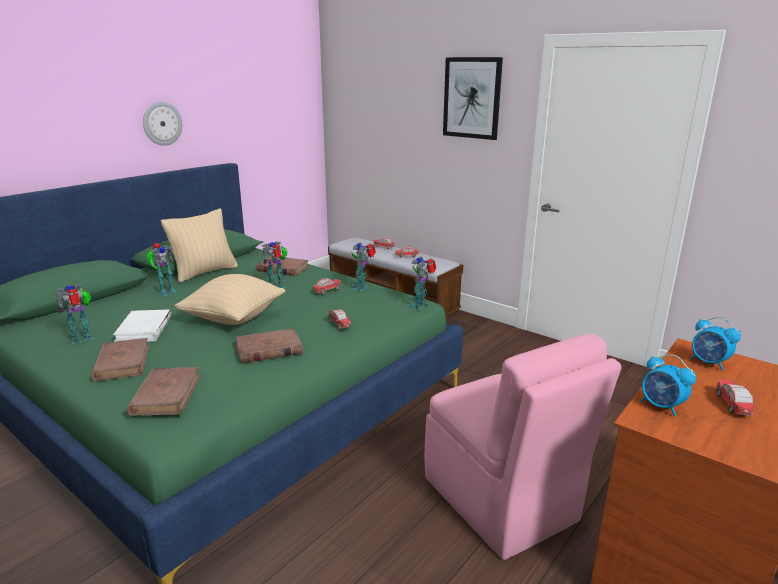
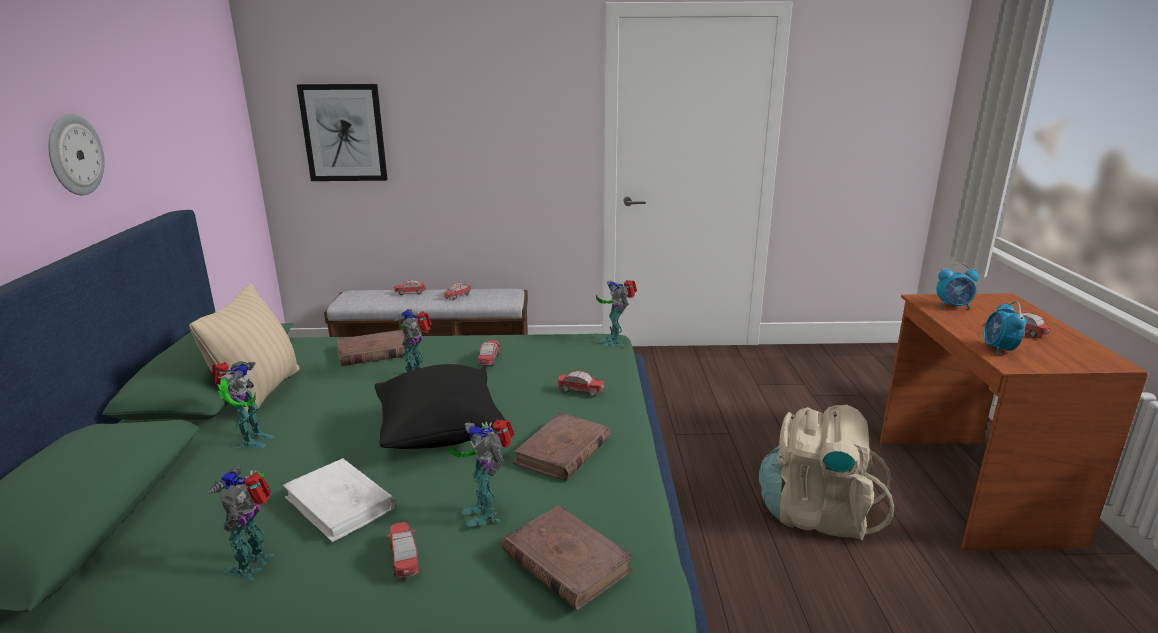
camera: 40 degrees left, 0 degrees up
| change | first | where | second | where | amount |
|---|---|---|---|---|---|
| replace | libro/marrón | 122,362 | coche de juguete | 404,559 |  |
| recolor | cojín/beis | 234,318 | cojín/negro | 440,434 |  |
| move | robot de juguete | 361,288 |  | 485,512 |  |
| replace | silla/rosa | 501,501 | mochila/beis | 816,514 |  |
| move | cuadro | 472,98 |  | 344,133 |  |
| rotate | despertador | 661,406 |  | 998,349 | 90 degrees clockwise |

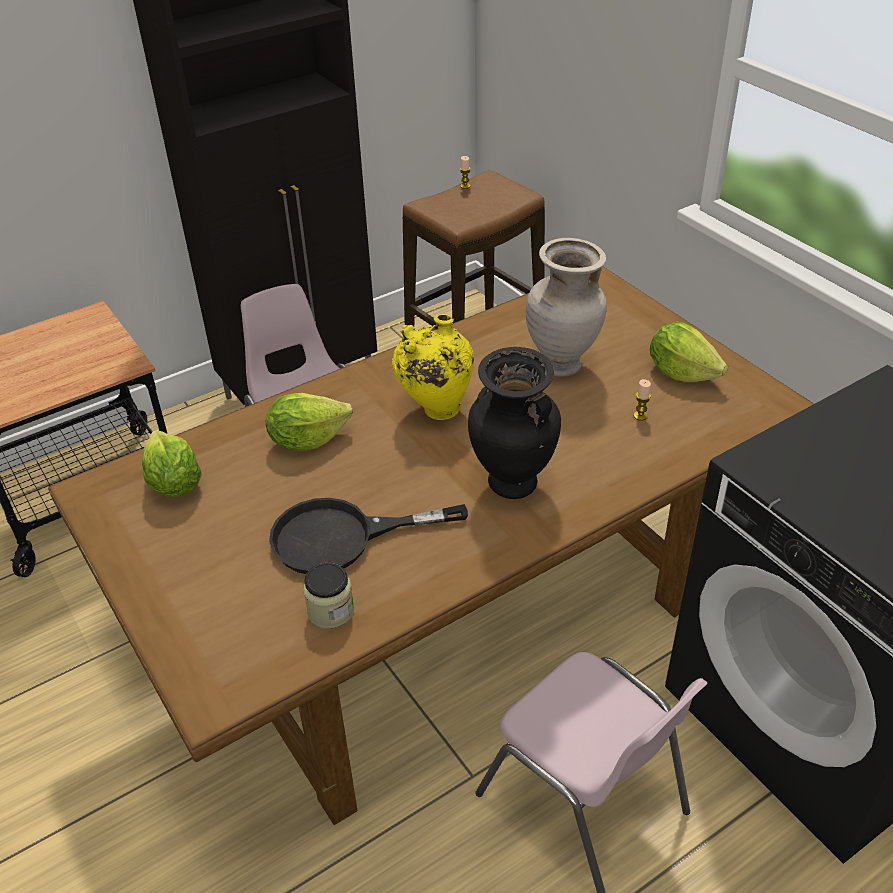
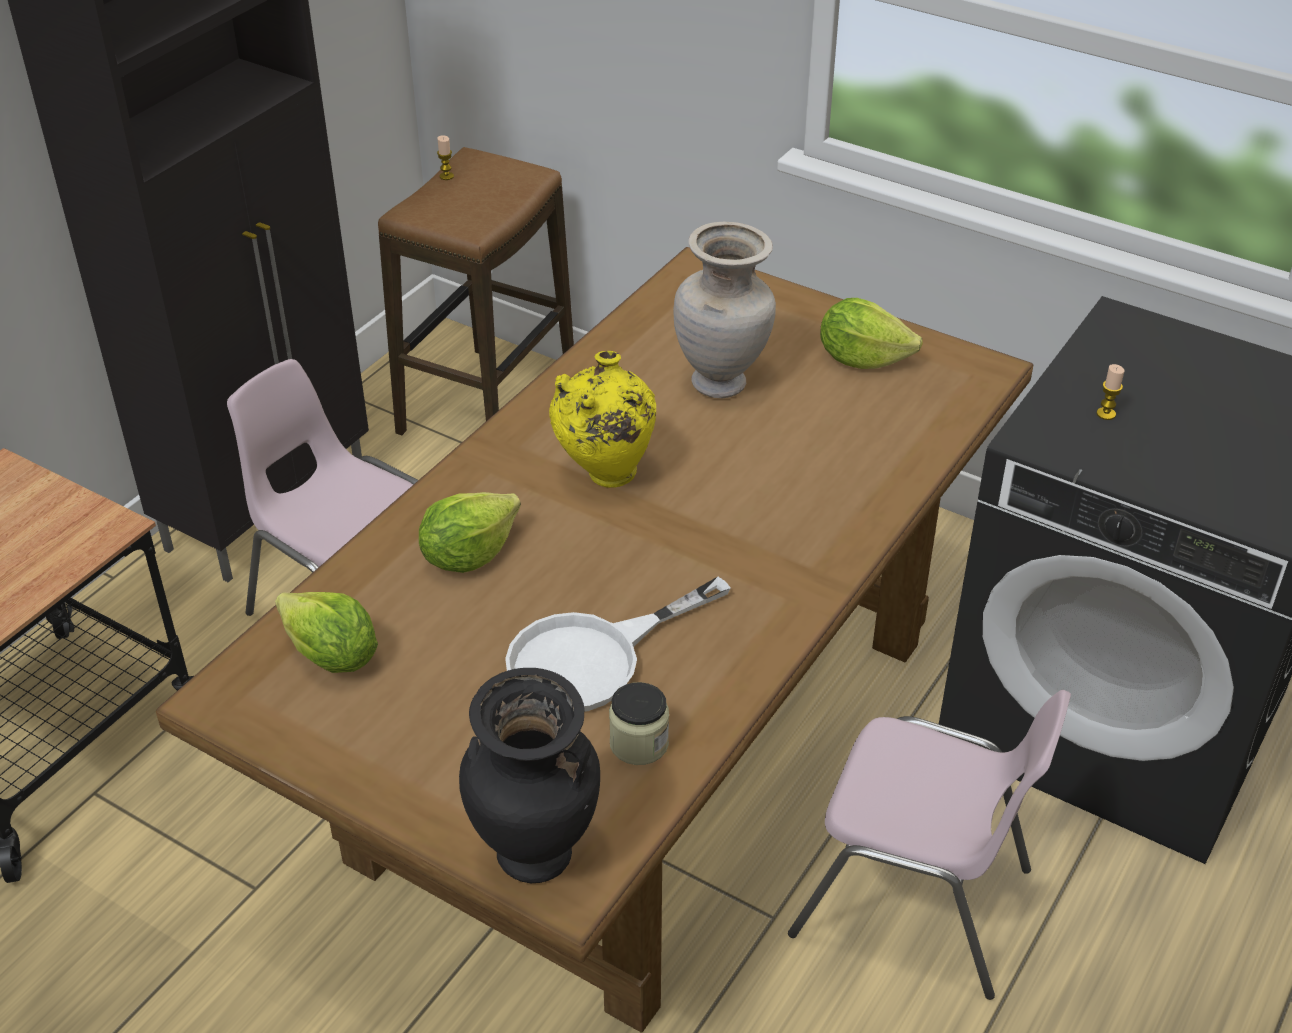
camera: 25 degrees left, 0 degrees up
| change | first | where | second | where | amount |
|---|---|---|---|---|---|
| recolor | sartén/negro | 342,537 | sartén/blanco | 594,657 |  |
| move | florero/negro | 511,485 |  | 534,858 |  |
| move | vela | 640,416 |  | 1106,414 |  |

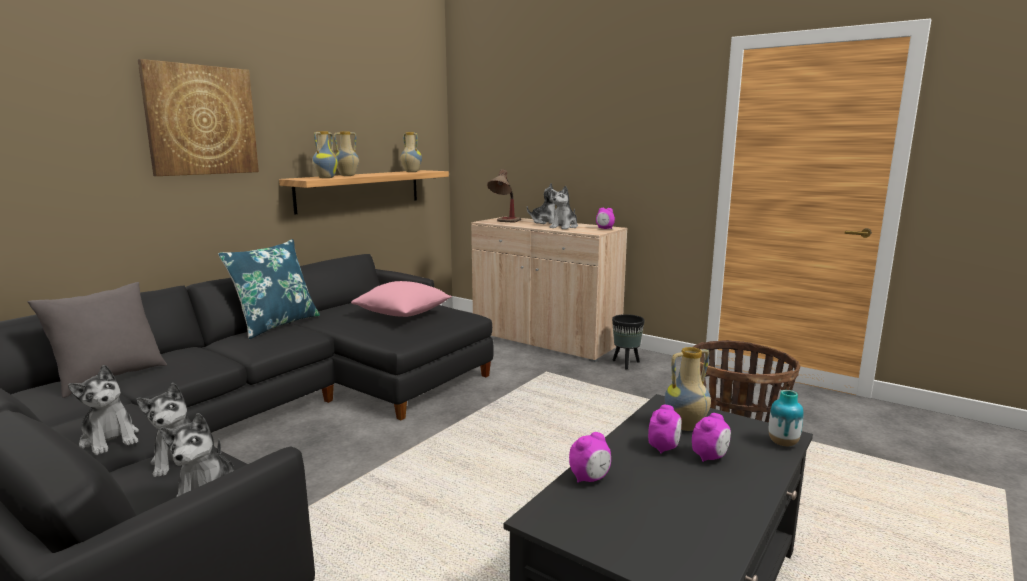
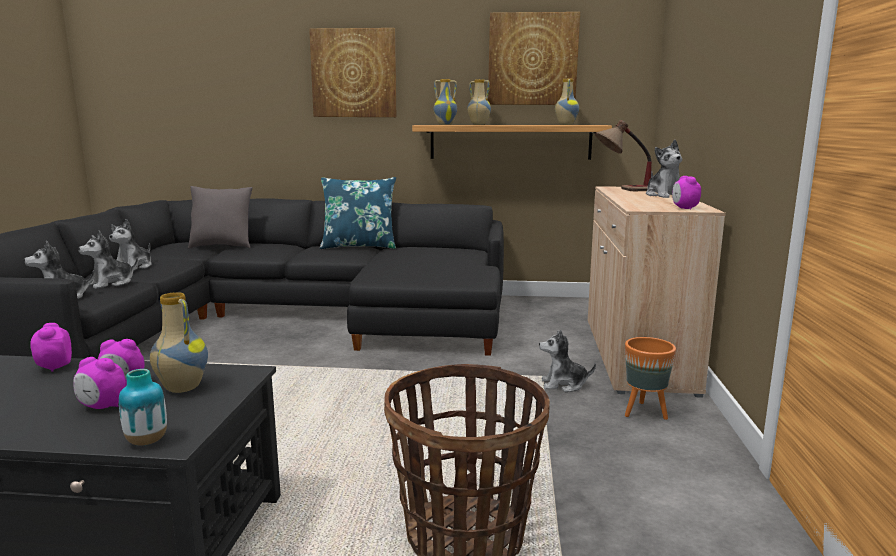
camera: 60 degrees right, 0 degrees up
| change | first | where | second | where | amount |
|---|---|---|---|---|---|
| delete | cojín/rosa | 403,314 |  |  |  |
| move | peluche | 564,227 |  | 563,385 |  |
| rotate | despertador | 590,479 |  | 54,367 | 45 degrees clockwise |
| recolor | maceta/negro | 625,364 | maceta/naranja | 644,412 |  |
| insert |  |  | cuadro | 532,59 |  |

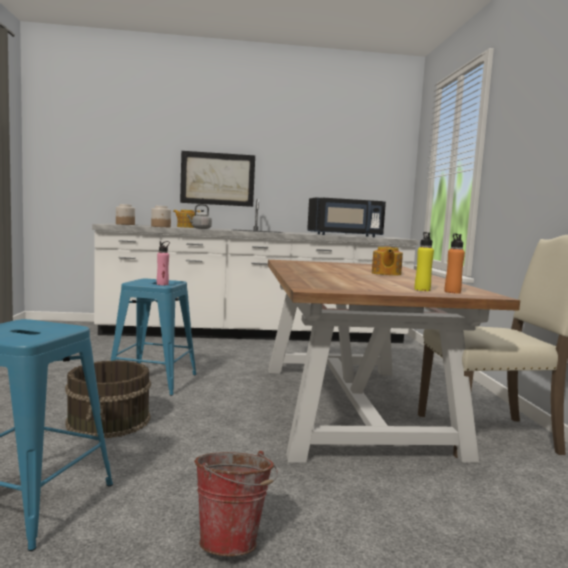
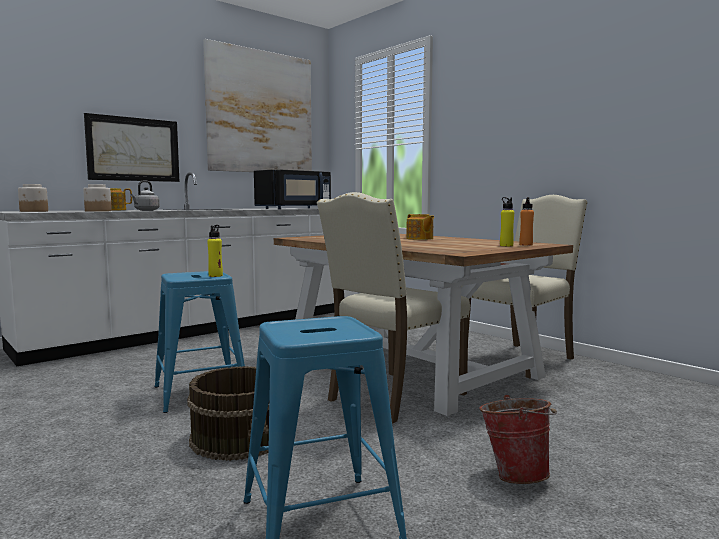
camera: 35 degrees left, 0 degrees up
| change | first | where | second | where | amount |
|---|---|---|---|---|---|
| recolor | botella/rosa | 162,284 | botella/amarillo | 215,276 |  |
| insert |  |  | cuadro | 260,112 |  |
| insert |  |  | silla/beis | 393,397 |  |

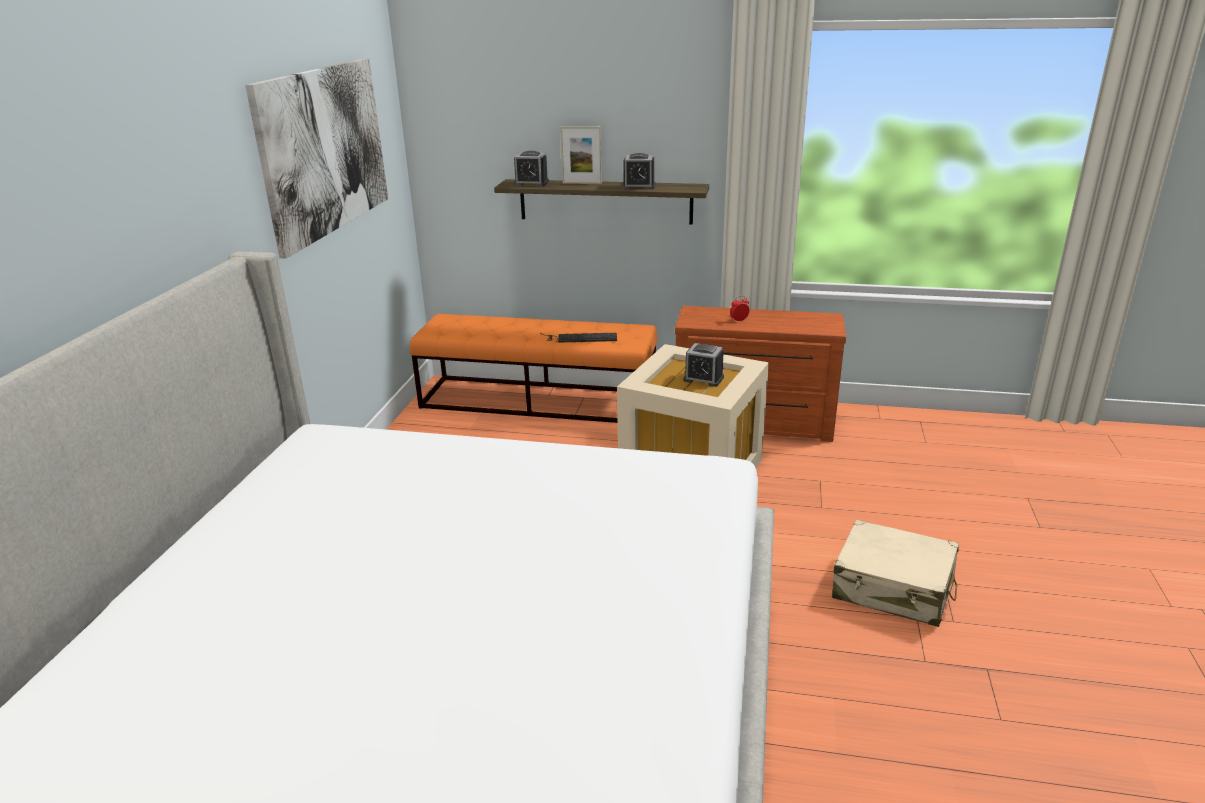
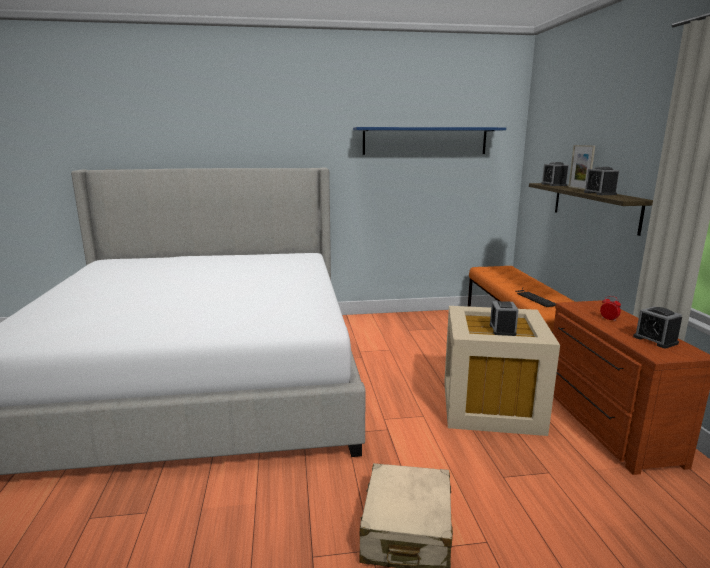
camera: 70 degrees right, 10 degrees down
| change | first | where | second | where | amount |
|---|---|---|---|---|---|
| replace | cuadro | 324,150 | estante/azul | 425,141 |  |
| insert |  |  | despertador | 655,340 |  |

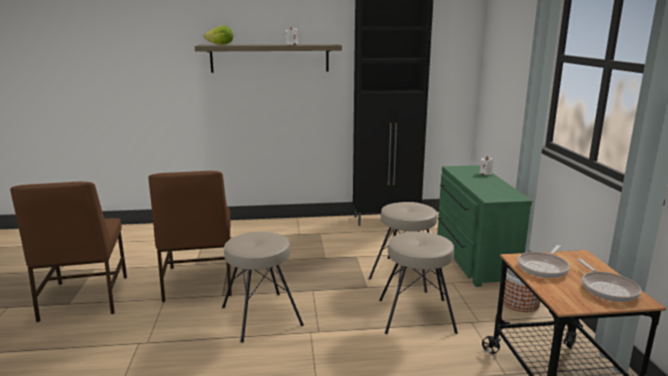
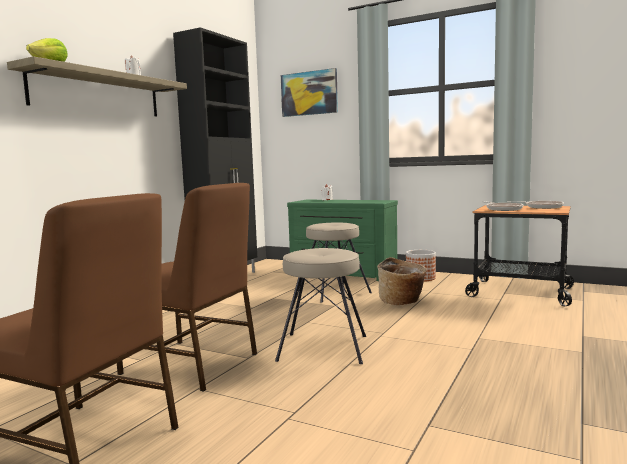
camera: 55 degrees left, 10 degrees down
| change | first | where | second | where | amount |
|---|---|---|---|---|---|
| replace | taburete/beis | 416,316 | cesta | 402,302 |  |
| insert |  |  | cuadro | 309,93 |  |

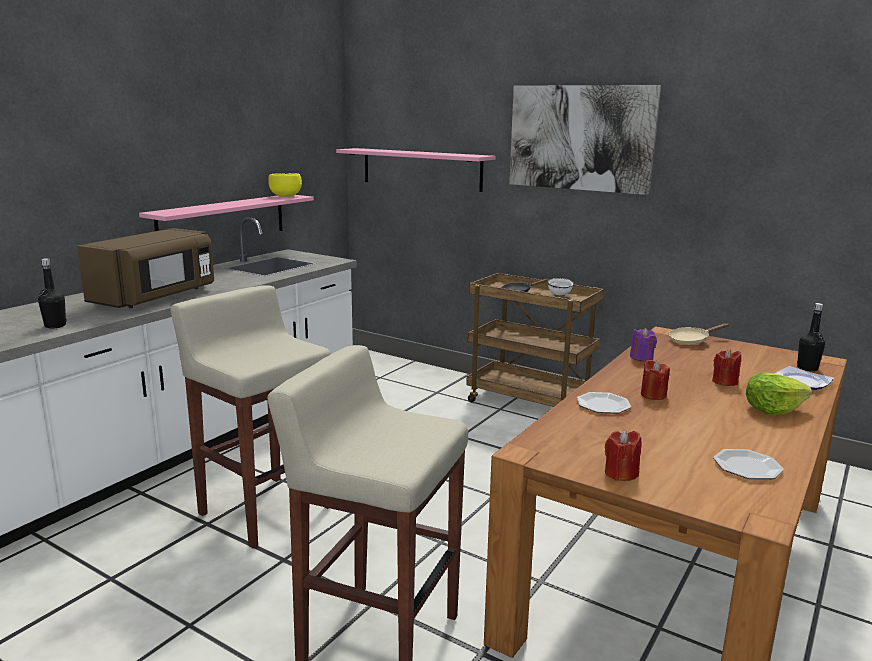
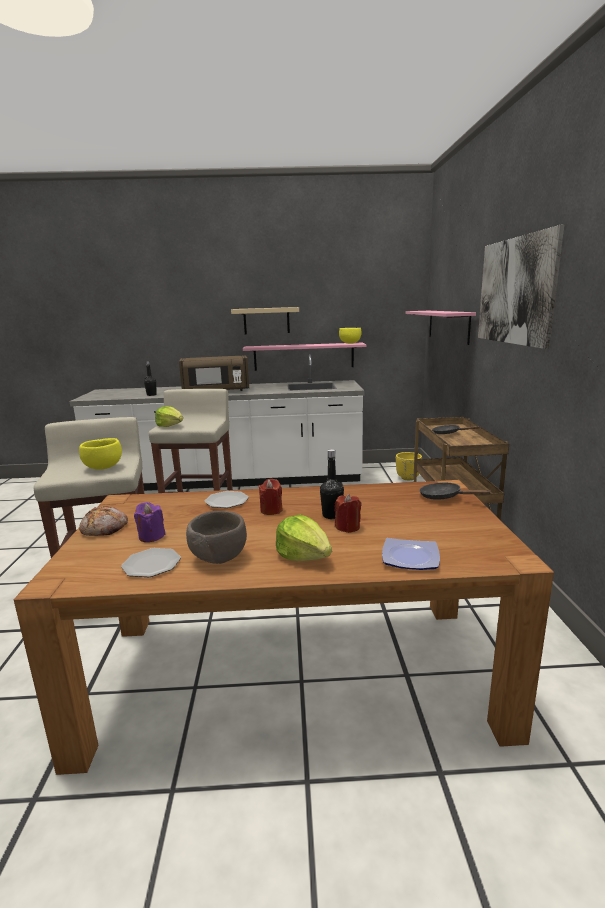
camera: 55 degrees right, 0 degrees up
| change | first | where | second | where | amount |
|---|---|---|---|---|---|
| delete | cuenco/blanco | 560,296 |  |  |  |
| replace | vela/rojo | 621,473 | pan | 105,528 |  |
| move | vela/morado | 641,358 |  | 151,536 |  |
| recolor | sartén/beis | 691,341 | sartén/negro | 444,497 |  |
| move | botella/negro | 807,368 |  | 332,515 |  |
| insert |  |  | cuenco/amarillo | 104,468 |  |
| insert |  |  | lechuga | 170,426 |  |
| insert |  |  | cuenco/marrón | 218,558 |  |
| insert |  |  | estante/beis | 266,320 |  |
| insert |  |  | maceta/amarillo | 408,478 |  |

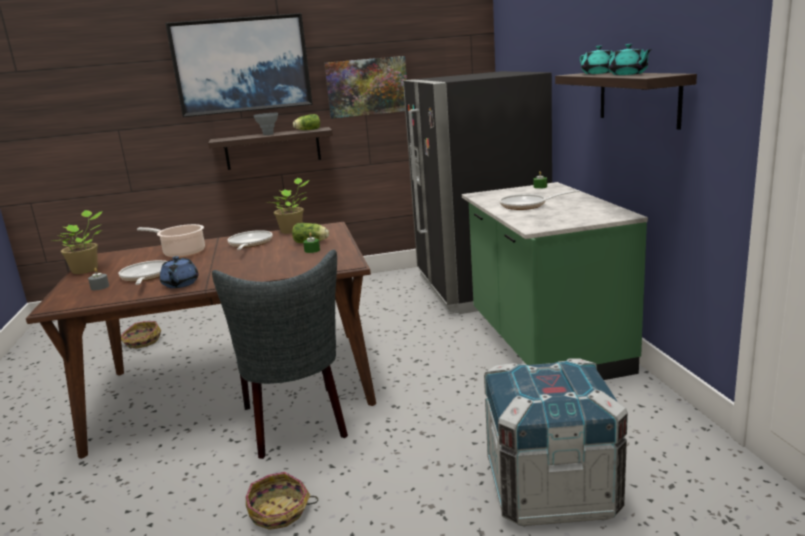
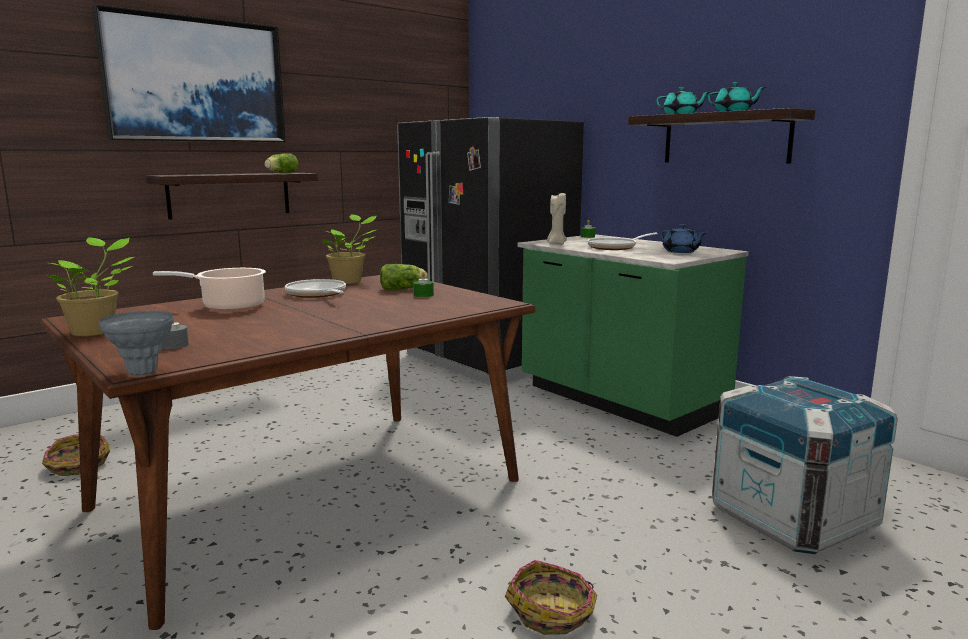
camera: 30 degrees left, 5 degrees down
| change | first | where | second | where | amount |
|---|---|---|---|---|---|
| delete | sartén | 145,277 |  |  |  |
| move | tetera/azul | 180,284 |  | 681,252 |  |
| delete | silla/gris | 297,425 |  |  |  |
| move | florero/gris | 268,134 |  | 143,372 |  |
| delete | cuadro | 367,87 |  |  |  |
| insert |  |  | vela/beis | 556,243 |  |

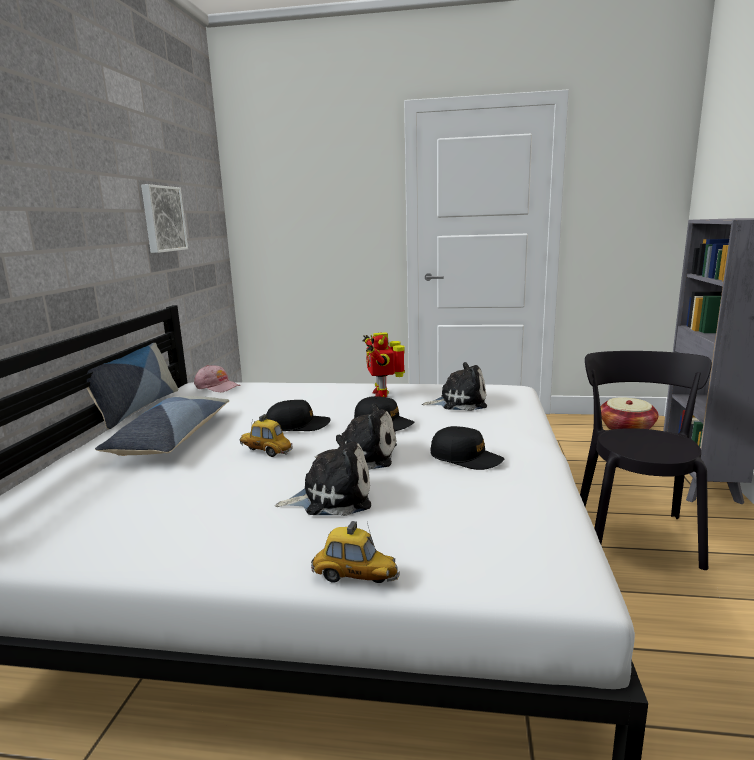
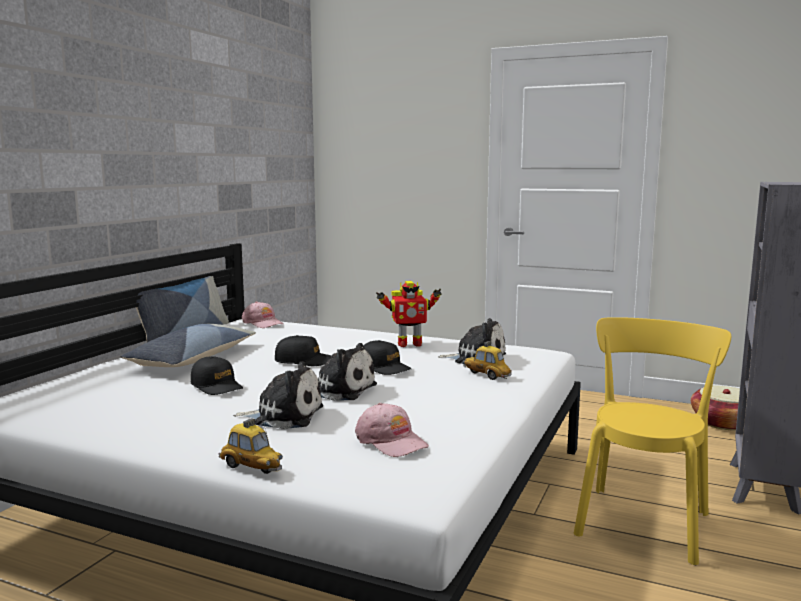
camera: 15 degrees right, 5 degrees down
| change | first | where | second | where | amount |
|---|---|---|---|---|---|
| delete | cuadro | 162,219 |  |  |  |
| move | coche de juguete | 266,451 |  | 486,375 |  |
| rotate | robot de juguete | 382,394 |  | 408,344 | 105 degrees counterclockwise |
| move | gorra/negro | 466,458 |  | 217,386 |  |
| recolor | silla/negro | 635,532 | silla/amarillo | 643,520 |  |
| insert |  |  | gorra/rosa | 391,441 |  |

